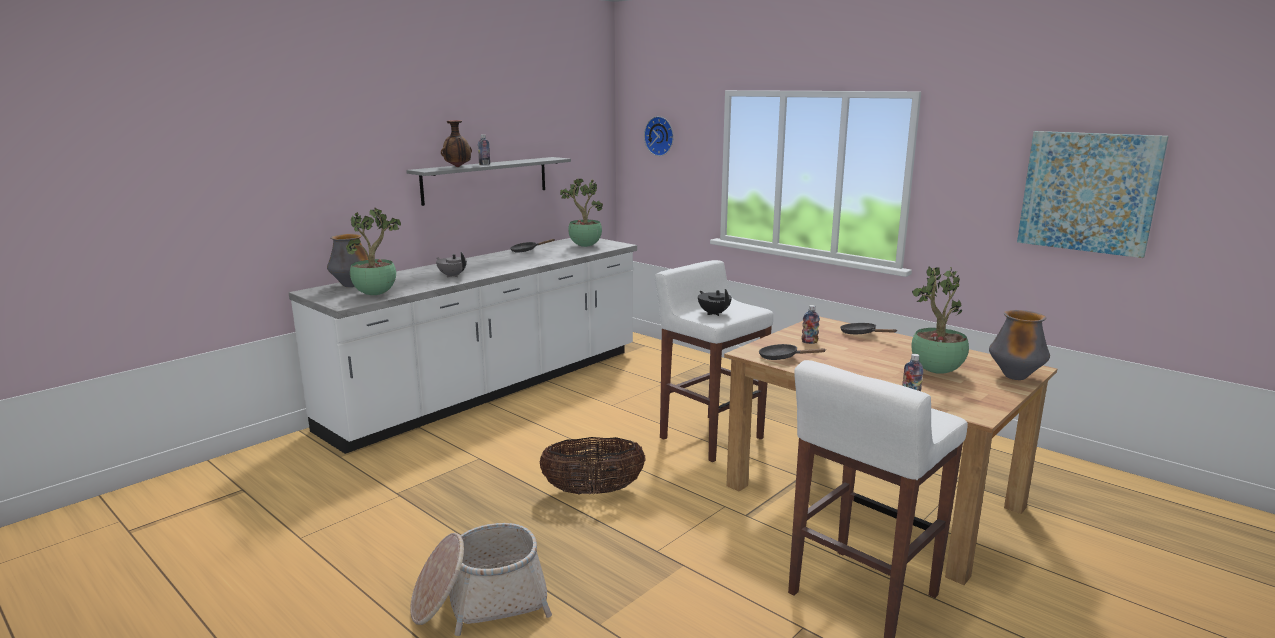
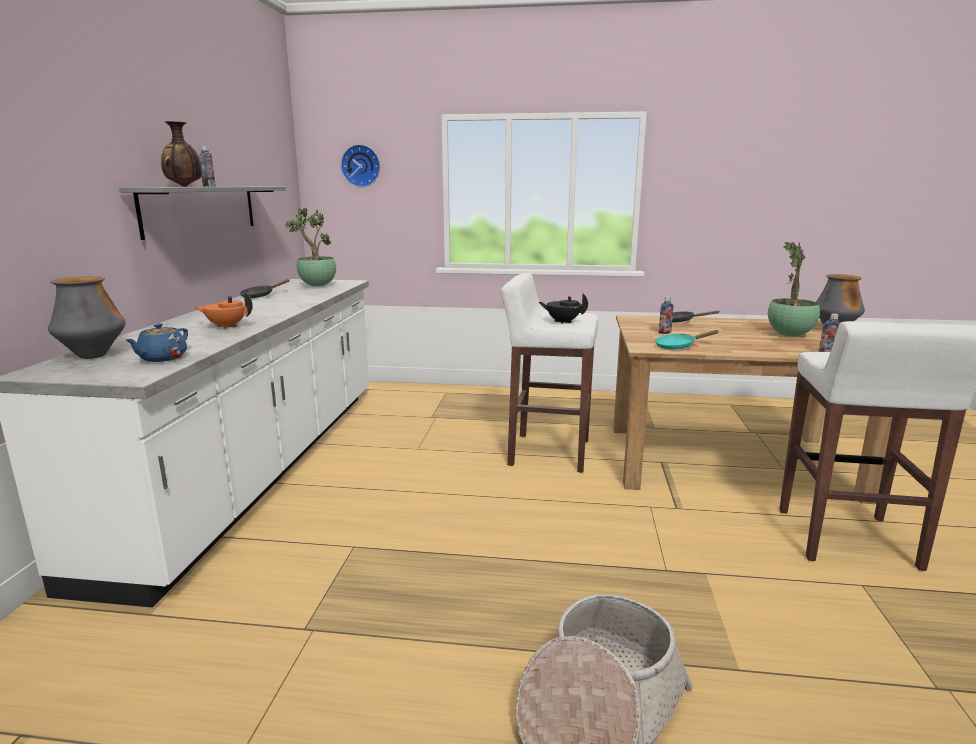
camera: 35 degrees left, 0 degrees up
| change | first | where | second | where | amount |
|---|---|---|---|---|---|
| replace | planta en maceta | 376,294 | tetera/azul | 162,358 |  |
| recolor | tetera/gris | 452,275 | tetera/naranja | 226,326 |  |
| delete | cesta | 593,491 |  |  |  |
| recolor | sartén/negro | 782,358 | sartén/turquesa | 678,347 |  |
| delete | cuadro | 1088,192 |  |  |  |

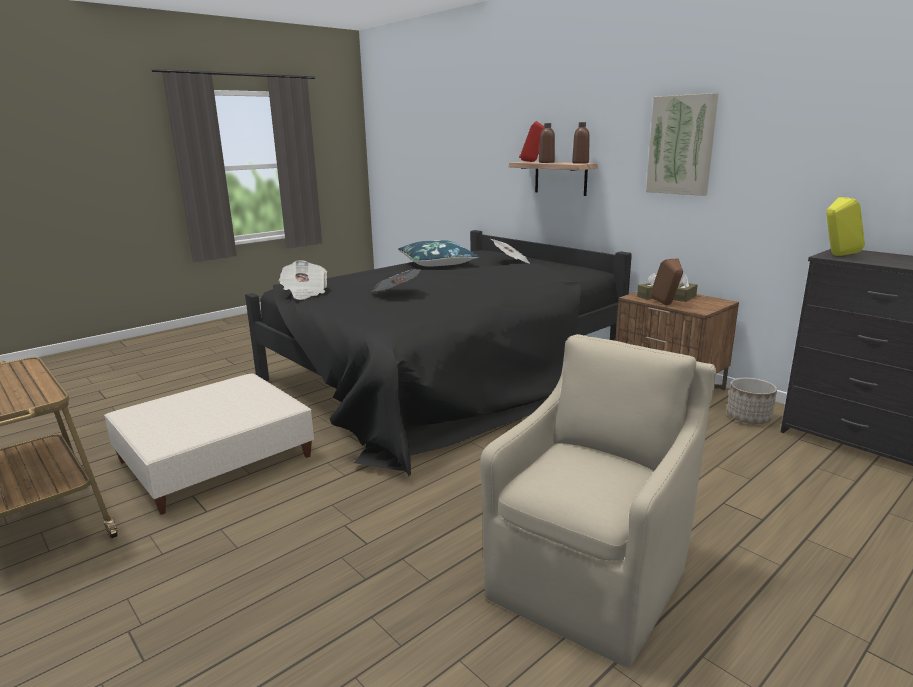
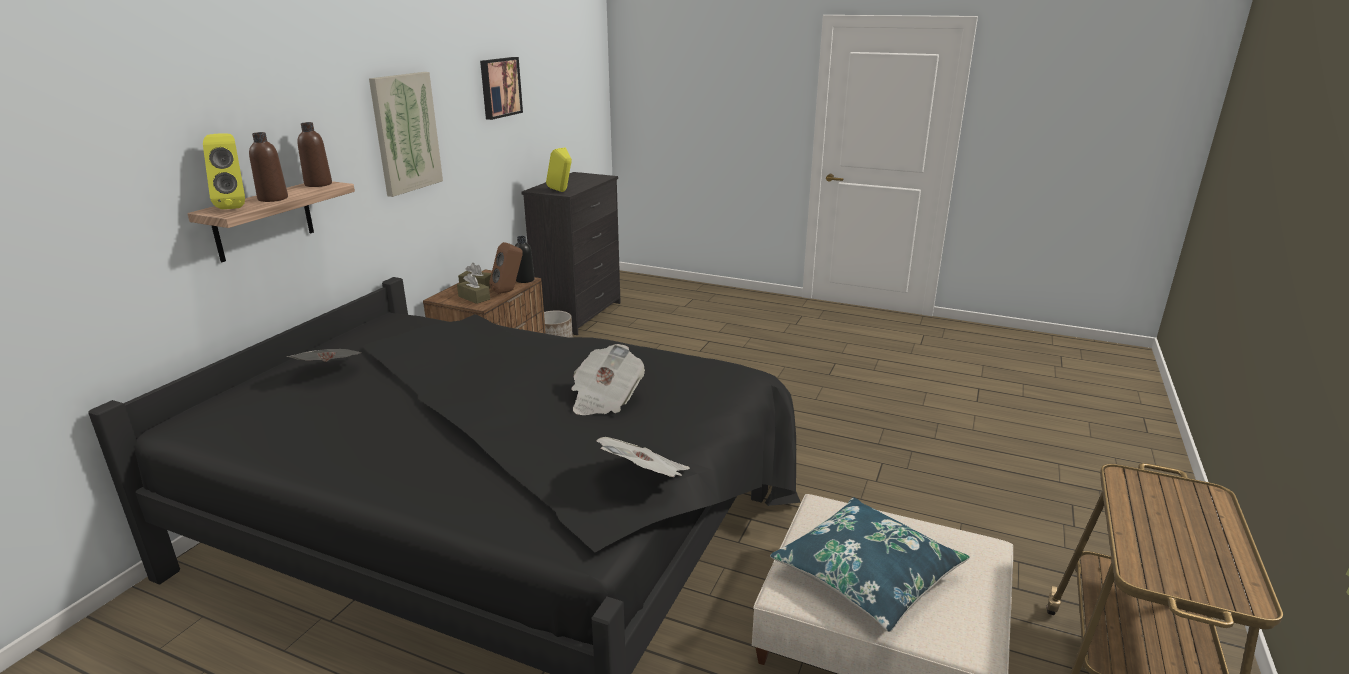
camera: 115 degrees left, 5 degrees up
| change | first | where | second | where | amount |
|---|---|---|---|---|---|
| move | cojín/azul | 437,263 |  | 867,574 |  |
| delete | sillón/beis | 591,580 |  |  |  |
| recolor | altavoz/rojo | 532,161 | altavoz/amarillo | 235,207 |  |
| insert |  |  | cuadro | 499,87 |  |
| insert |  |  | botella/negro | 524,280 |  |

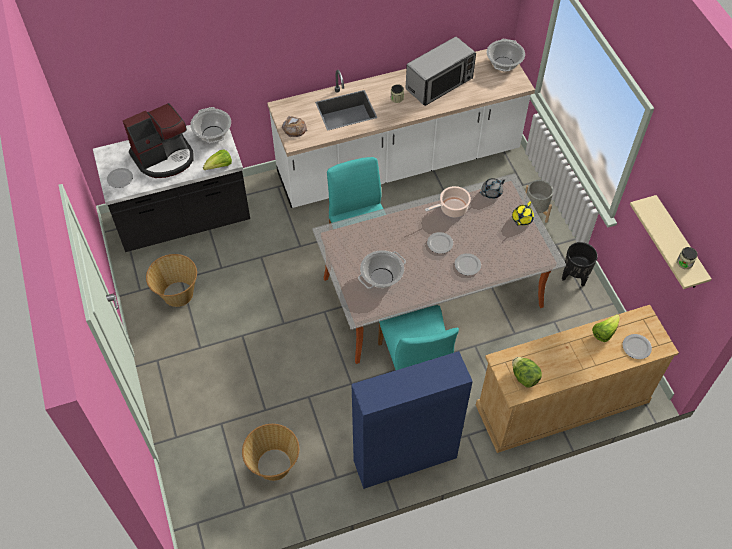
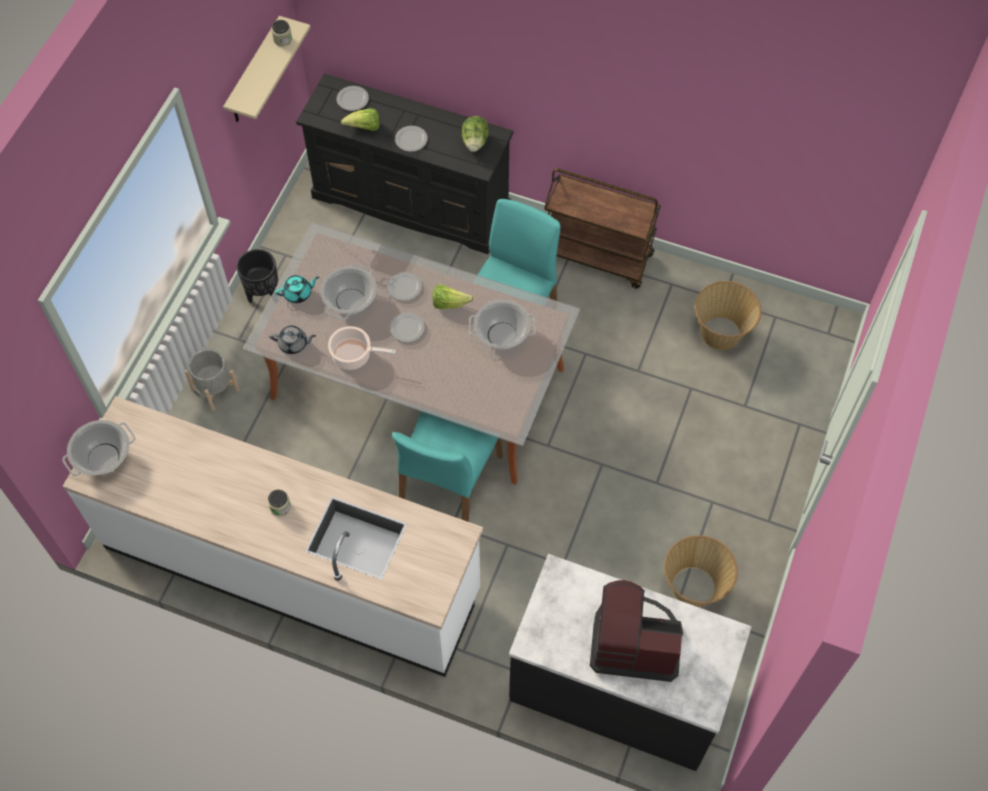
camera: 140 degrees left, 5 degrees up
| change | first | where | second | where | amount |
|---|---|---|---|---|---|
| move | plato | 119,179 |  | 411,140 |  |
| move | olla | 212,134 |  | 350,301 |  |
| move | lechuga | 219,166 |  | 449,303 |  |
| delete | pan | 294,128 |  |  |  |
| replace | armario/azul | 404,459 | carrito/marrón | 597,256 |  |
| delete | microondas | 439,84 |  |  |  |
| recolor | cómoda/beis | 561,404 | cómoda/negro | 412,202 |  |
| recolor | tetera/amarillo | 521,219 | tetera/turquesa | 298,293 |  |

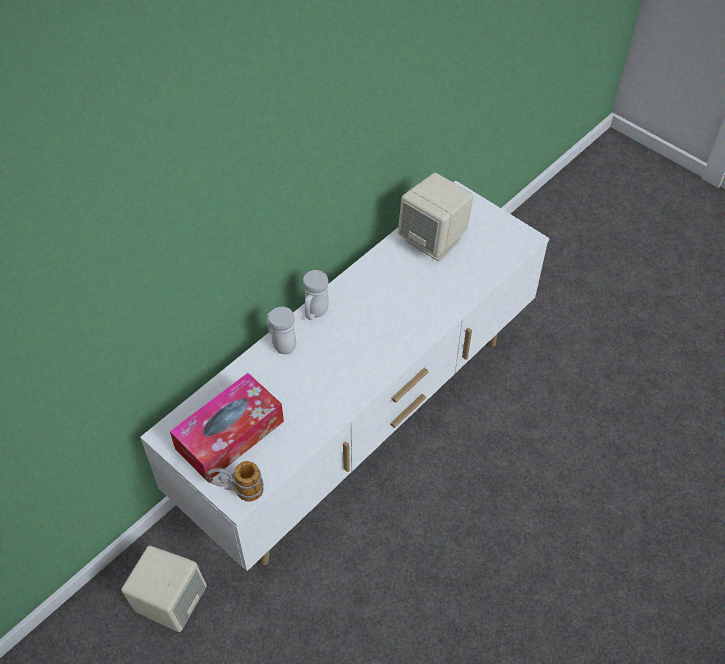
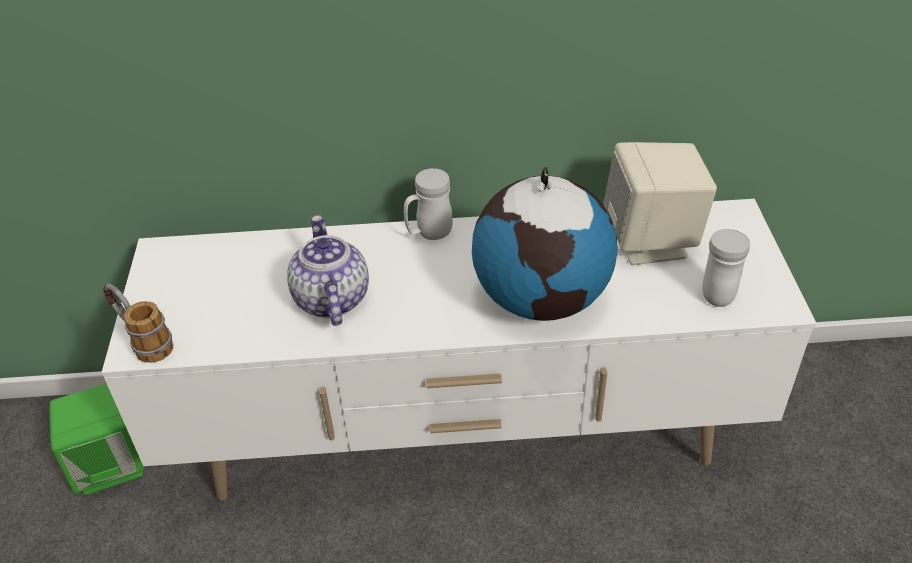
camera: 45 degrees right, 10 degrees down
| change | first | where | second | where | amount |
|---|---|---|---|---|---|
| recolor | altavoz/beis | 171,602 | altavoz/verde | 111,465 |  |
| delete | caja de pañuelos | 230,435 |  |  |  |
| move | taza grande/blanco | 281,343 |  | 716,291 |  |
| insert |  |  | tetera | 330,299 |  |
| insert |  |  | globo terráqueo | 542,298 |  |

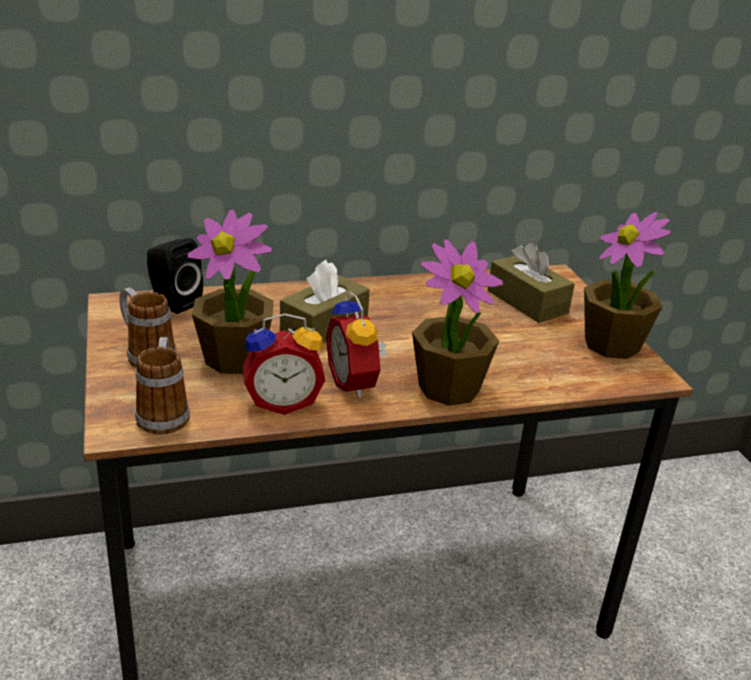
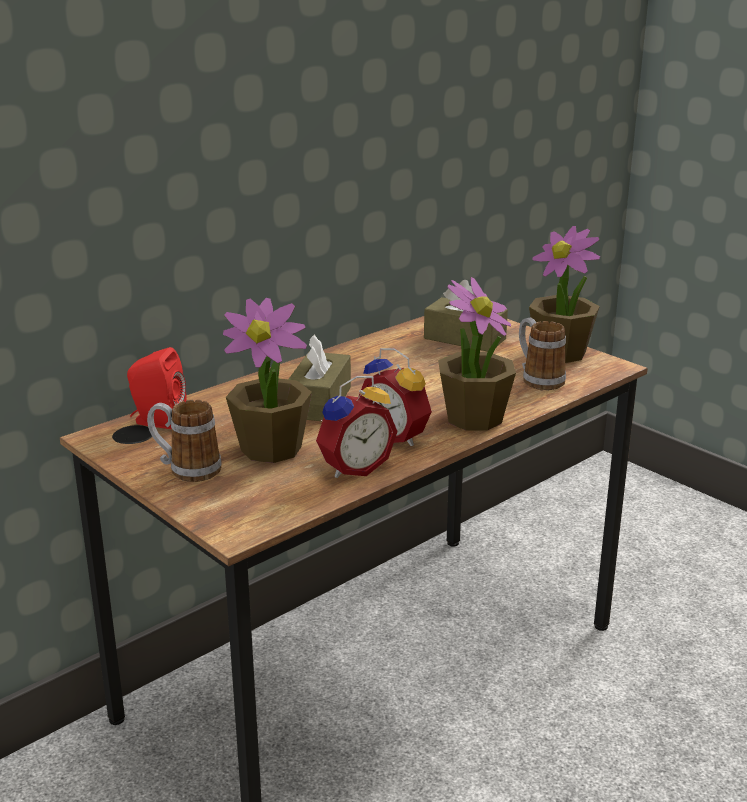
camera: 25 degrees left, 5 degrees down
| change | first | where | second | where | amount |
|---|---|---|---|---|---|
| move | taza grande | 164,413 |  | 538,379 |  |
| recolor | altavoz/negro | 173,302 | altavoz/rojo | 157,421 |  |

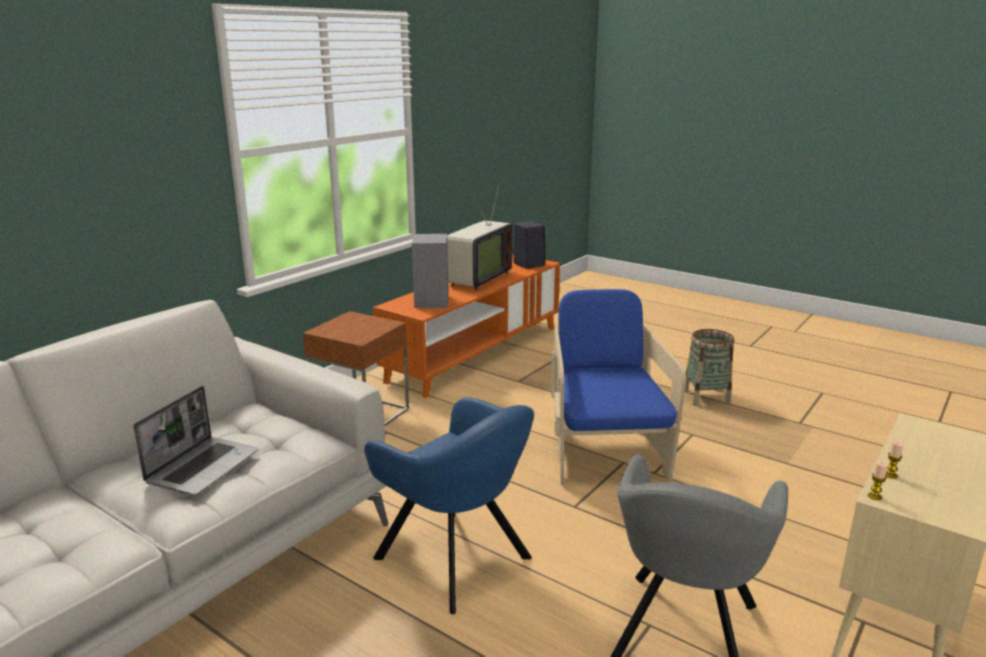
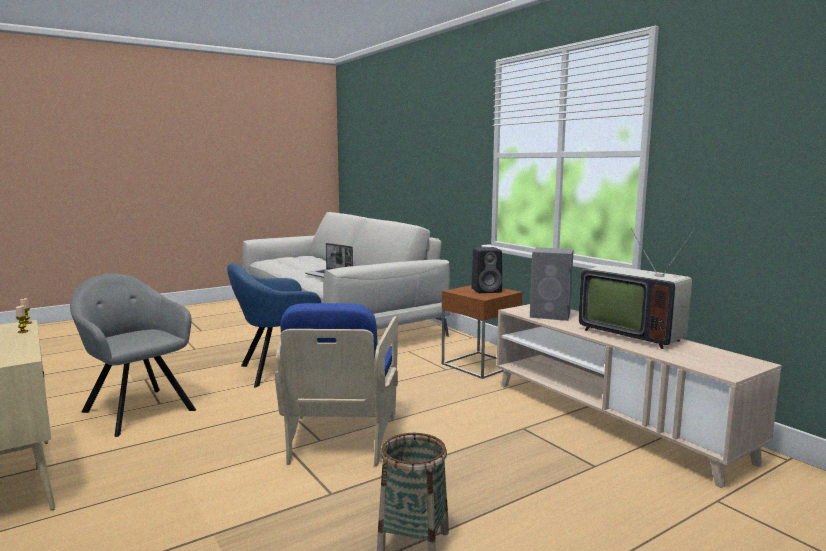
camera: 110 degrees right, 10 degrees down
| change | first | where | second | where | amount |
|---|---|---|---|---|---|
| recolor | mueble de televisión/naranja | 475,353 | mueble de televisión/beis | 611,419 |  |
| move | altavoz/negro | 528,264 |  | 487,290 |  |
| rotate | sillón/azul | 604,454 |  | 341,436 | 75 degrees clockwise |

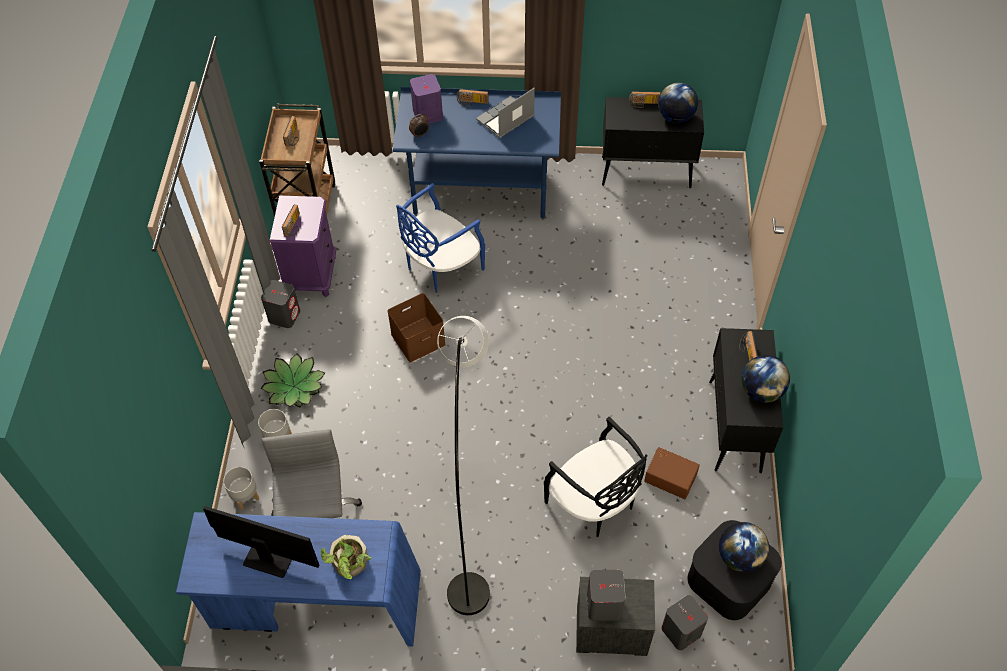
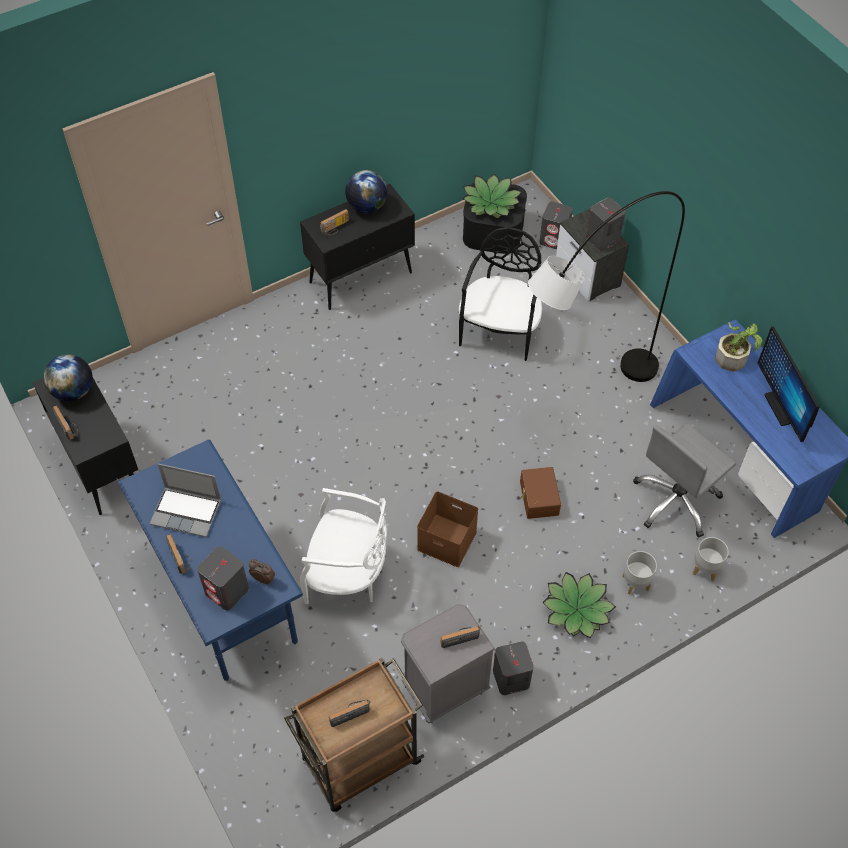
camera: 125 degrees left, 0 degrees up
| change | first | where | second | where | amount |
|---|---|---|---|---|---|
| recolor | mesita de noche/morado | 312,275 | mesita de noche/gris | 444,688 |  |
| recolor | silla/azul | 441,266 | silla/blanco | 347,575 |  |
| recolor | altavoz/morado | 427,114 | altavoz/gris | 227,591 |  |
| move | caja de almacenaje/marrón | 671,476 |  | 538,498 |  |
| replace | globo terráqueo | 739,556 | planta en maceta | 491,203 |  |

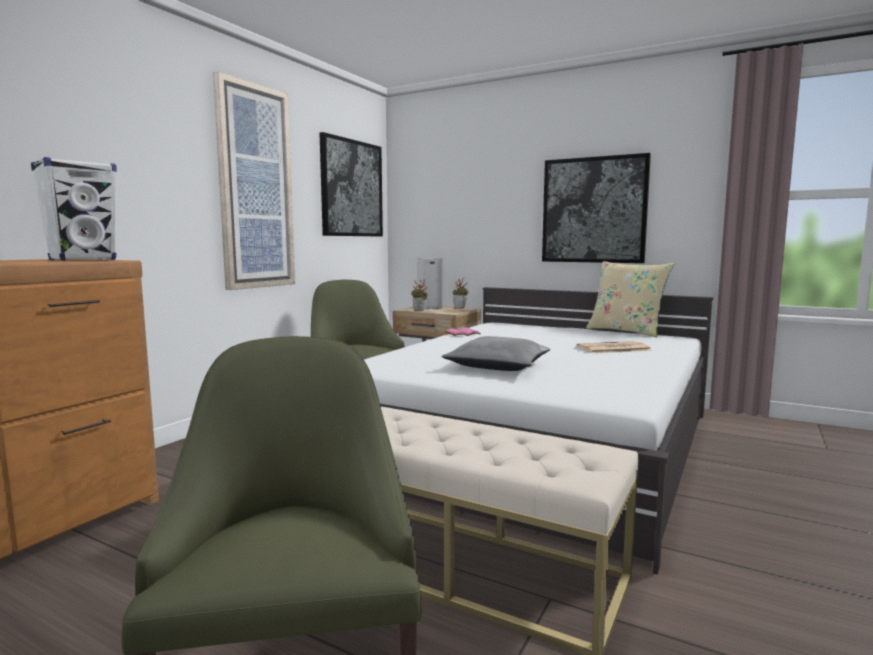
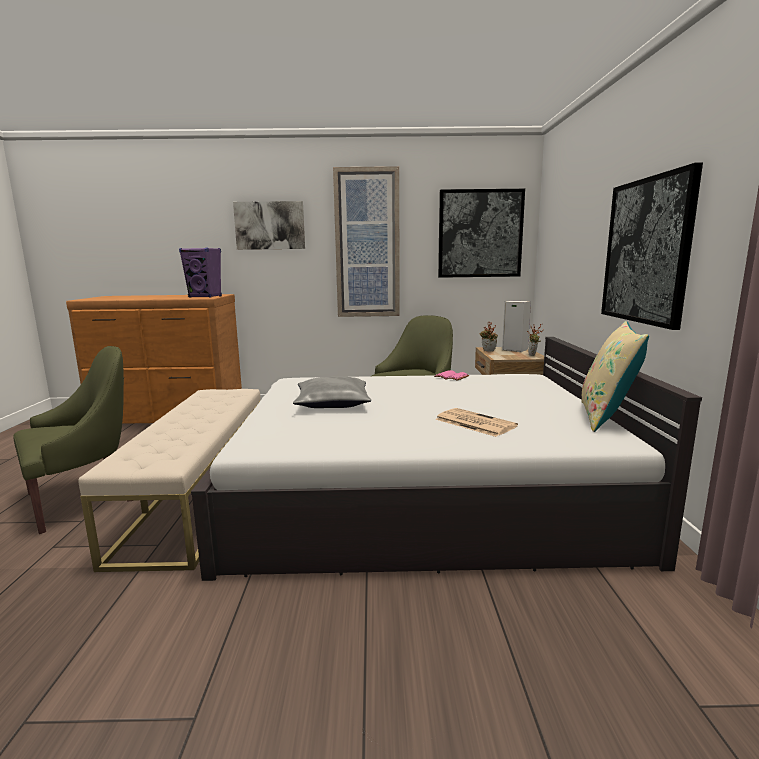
camera: 60 degrees right, 5 degrees up
| change | first | where | second | where | amount |
|---|---|---|---|---|---|
| recolor | altavoz/blanco | 83,260 | altavoz/morado | 205,297 |  |
| insert |  |  | cuadro | 270,225 |  |

